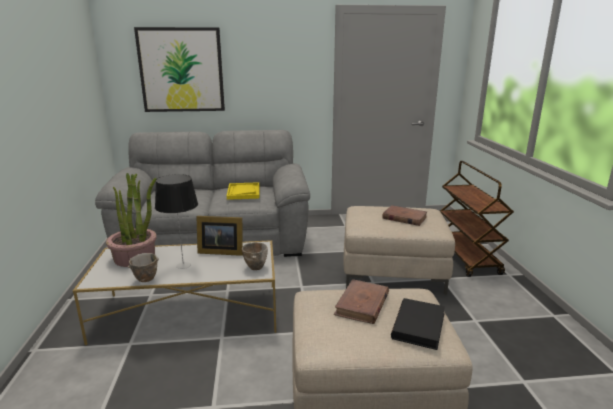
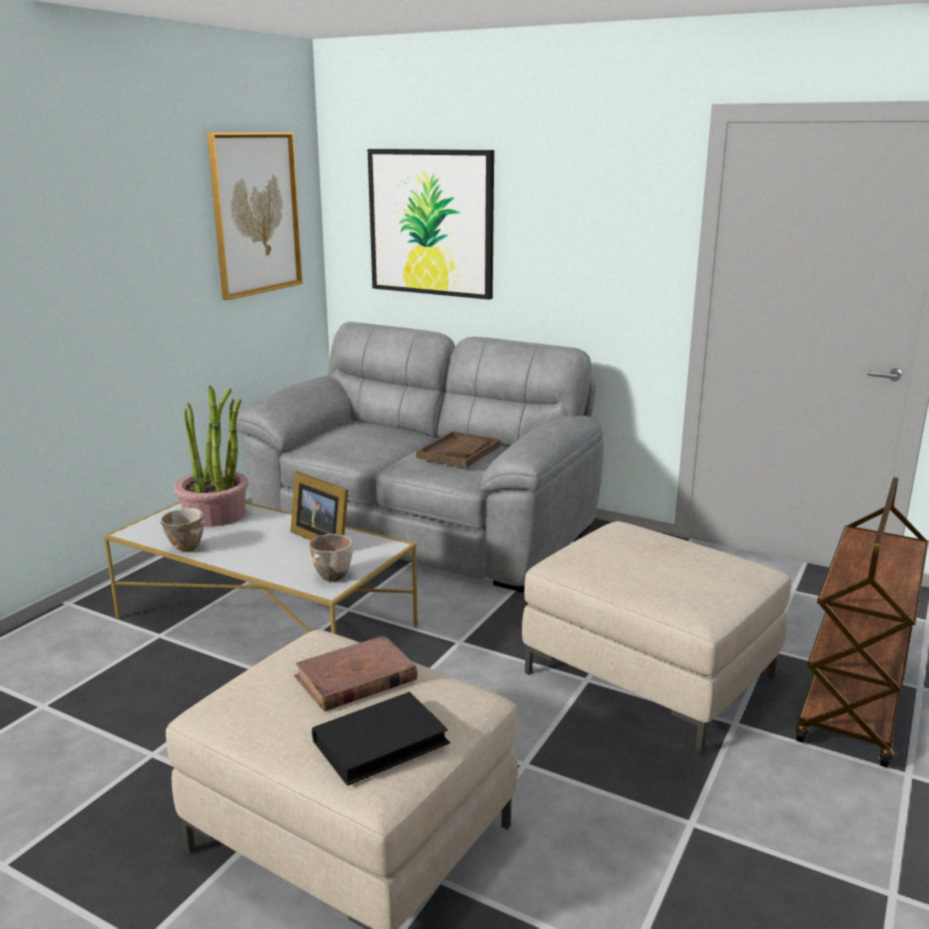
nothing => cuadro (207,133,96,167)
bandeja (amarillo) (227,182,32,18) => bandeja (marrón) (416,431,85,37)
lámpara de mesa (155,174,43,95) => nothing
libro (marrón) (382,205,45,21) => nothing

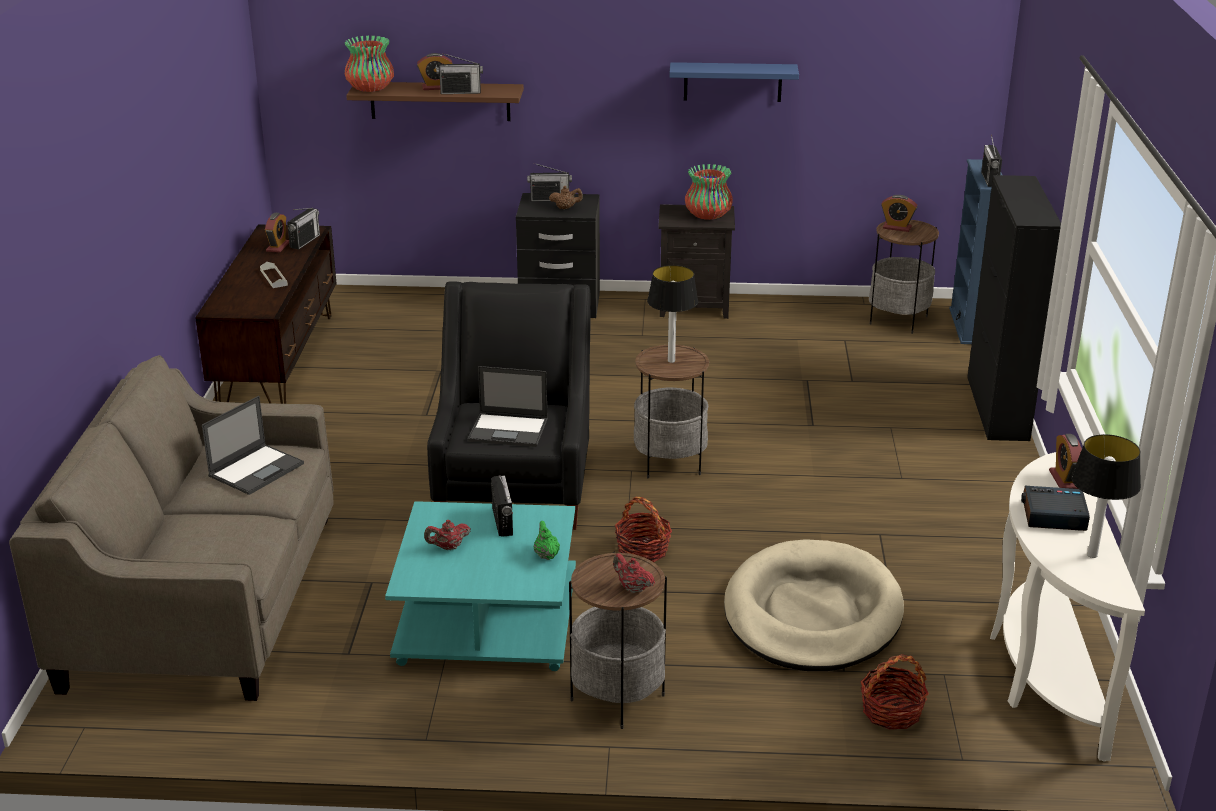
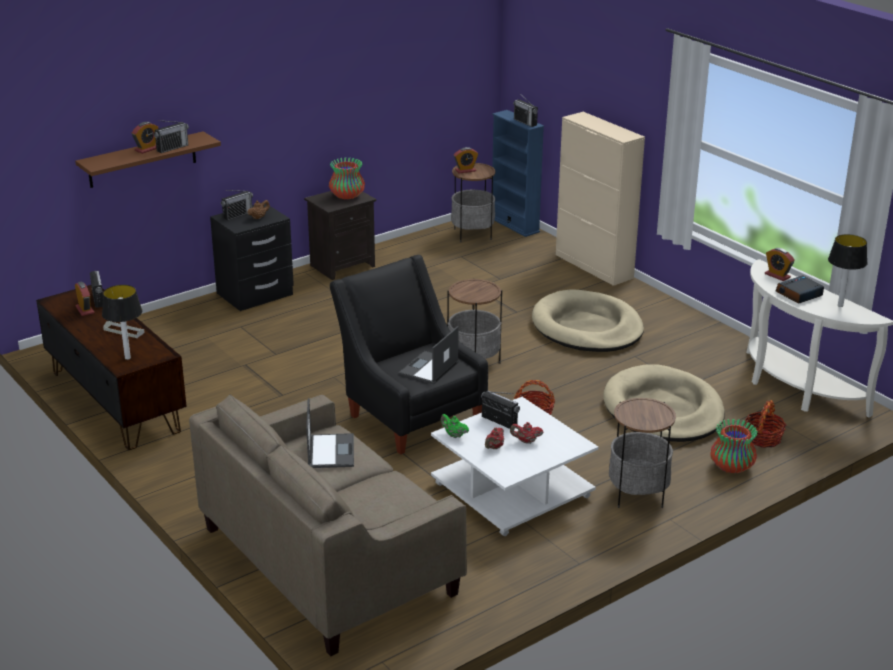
lámpara de mesa (647,265,51,98) => lámpara de mesa (102,285,40,75), moved
portátil (468,366,80,81) => portátil (399,326,60,58), 150 degrees clockwise
mesa de centro (turquesa) (385,501,191,170) => mesa de centro (blanco) (431,397,167,139)
tetera (verde) (533,521,27,39) => tetera (verde) (441,414,28,24), moved
tetera (rojo) (613,553,42,40) => tetera (rojo) (510,422,33,22), moved
nothing => cama para perro (beis) (532,289,112,63)
armario (negro) (967,175,94,266) => armario (beis) (556,112,89,174)
florero (345,36,49,56) => florero (711,419,47,54), moved
estante (azul) (669,62,130,40) => nothing

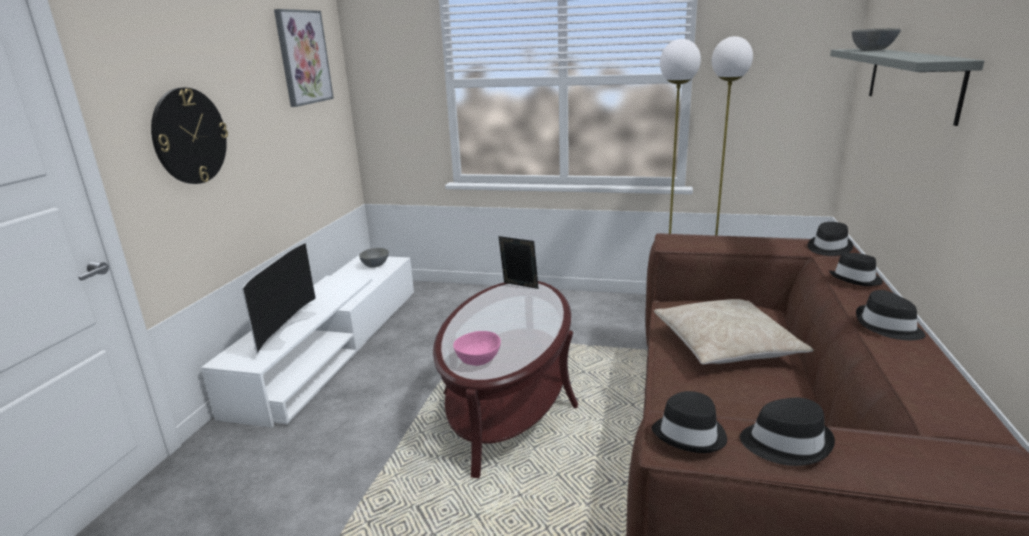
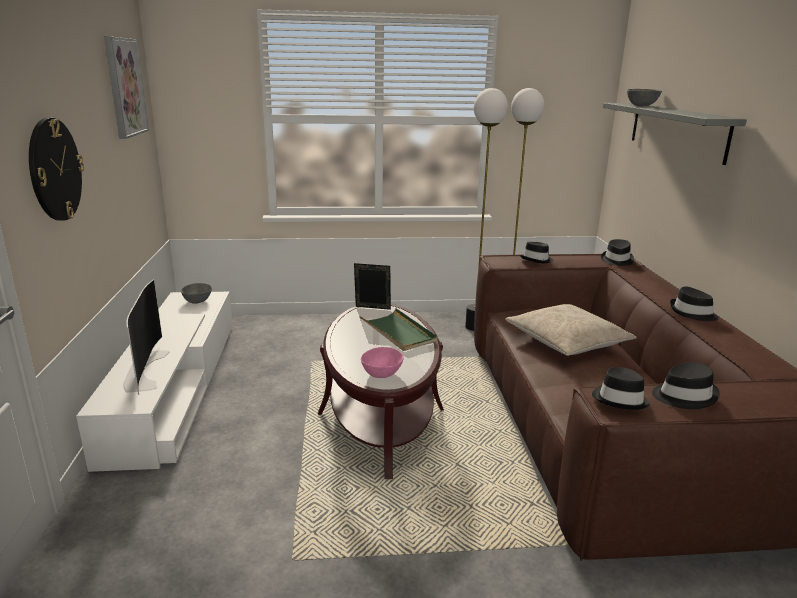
nothing => bandeja (verde) (360,308,78,43)
sombrero (negro) (829,253,54,33) => sombrero (negro) (520,242,33,21), moved

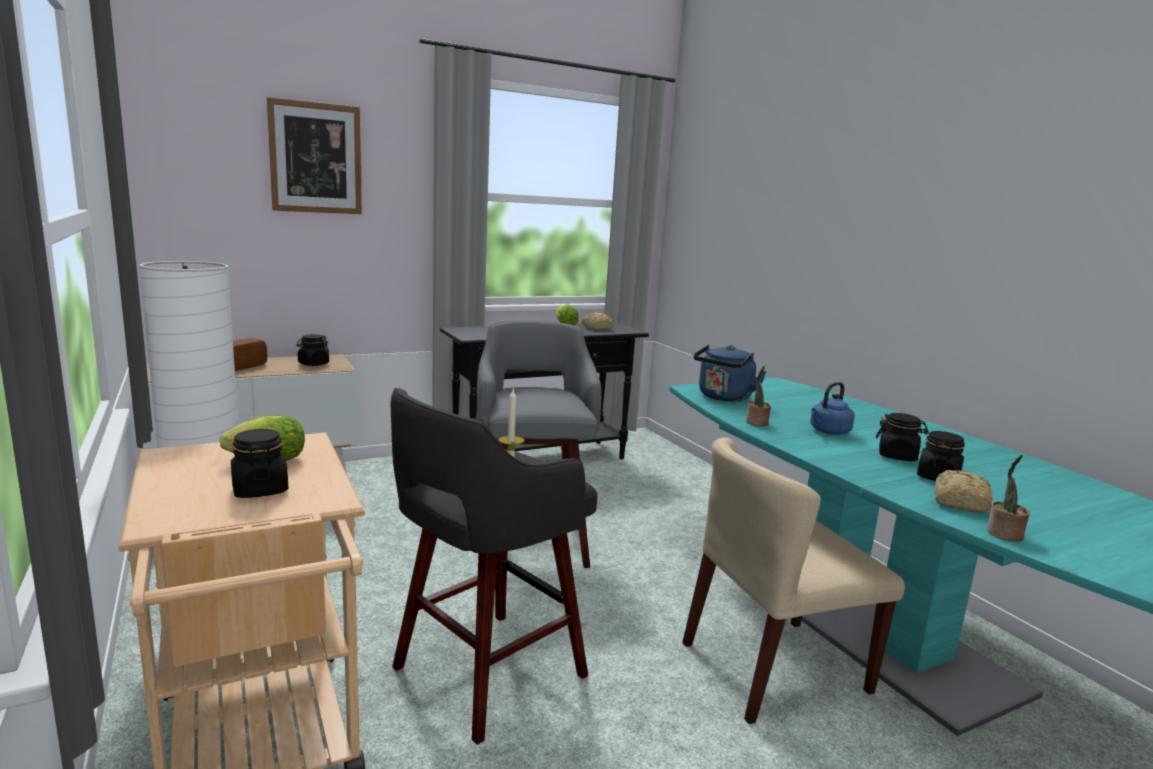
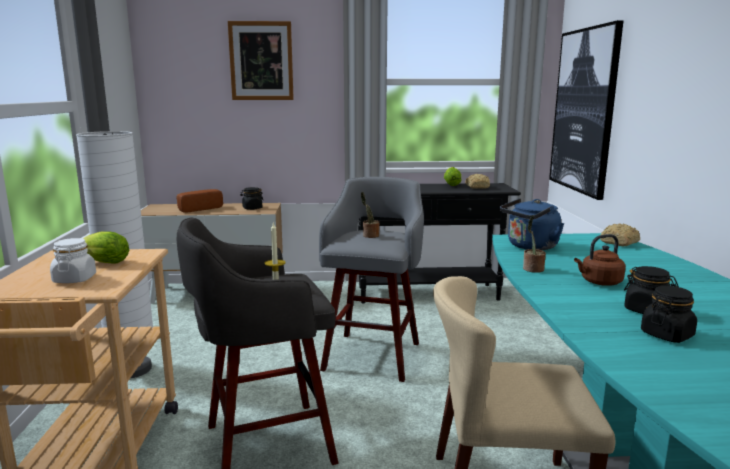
tarro (negro) (231,429,57,69) => tarro (blanco) (50,238,46,45)
planta en maceta (987,455,43,87) => planta en maceta (361,192,18,46), moved
nothing => cuadro (549,20,75,180)
hervidor (azul) (810,382,45,53) => hervidor (marrón) (574,234,52,52)
pan (934,470,59,43) => pan (600,223,40,23), moved

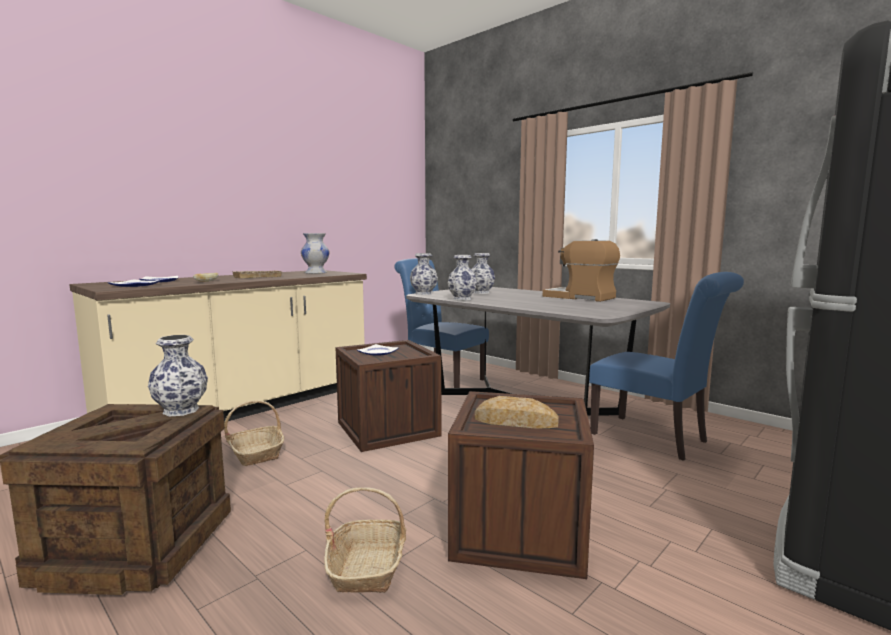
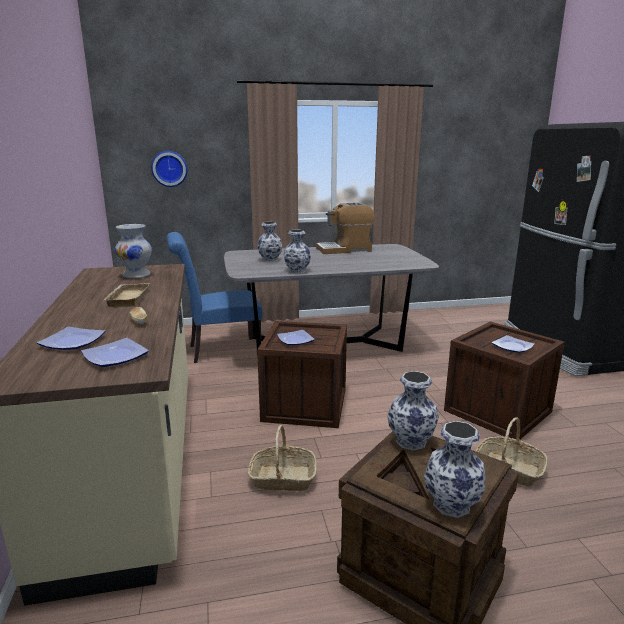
nothing => reloj de pared (151,151,37,36)
florero (410,253,28,42) => florero (424,421,62,97), moved
pan (475,396,84,33) => plato (492,335,43,18)
silla (azul) (589,272,155,189) => nothing

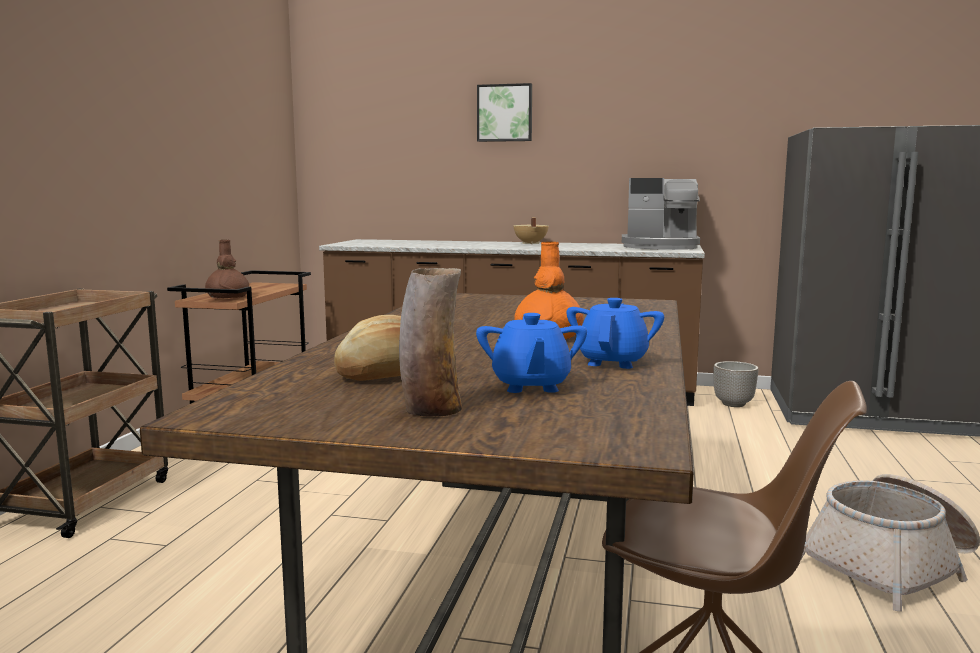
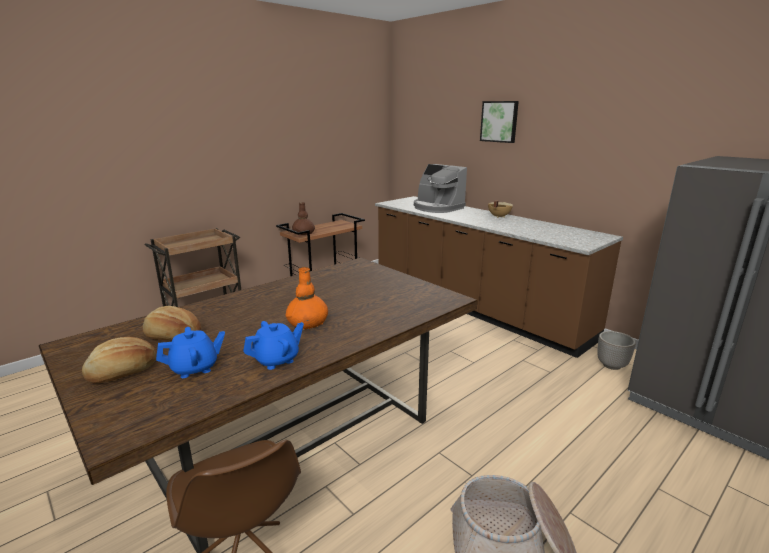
florero (399,268,63,149) => pan (82,337,75,46)
tetera (azul) (476,313,111,80) => tetera (azul) (156,327,69,51), 150 degrees counterclockwise
cafetera (622,178,78,72) => cafetera (414,164,53,49), moved

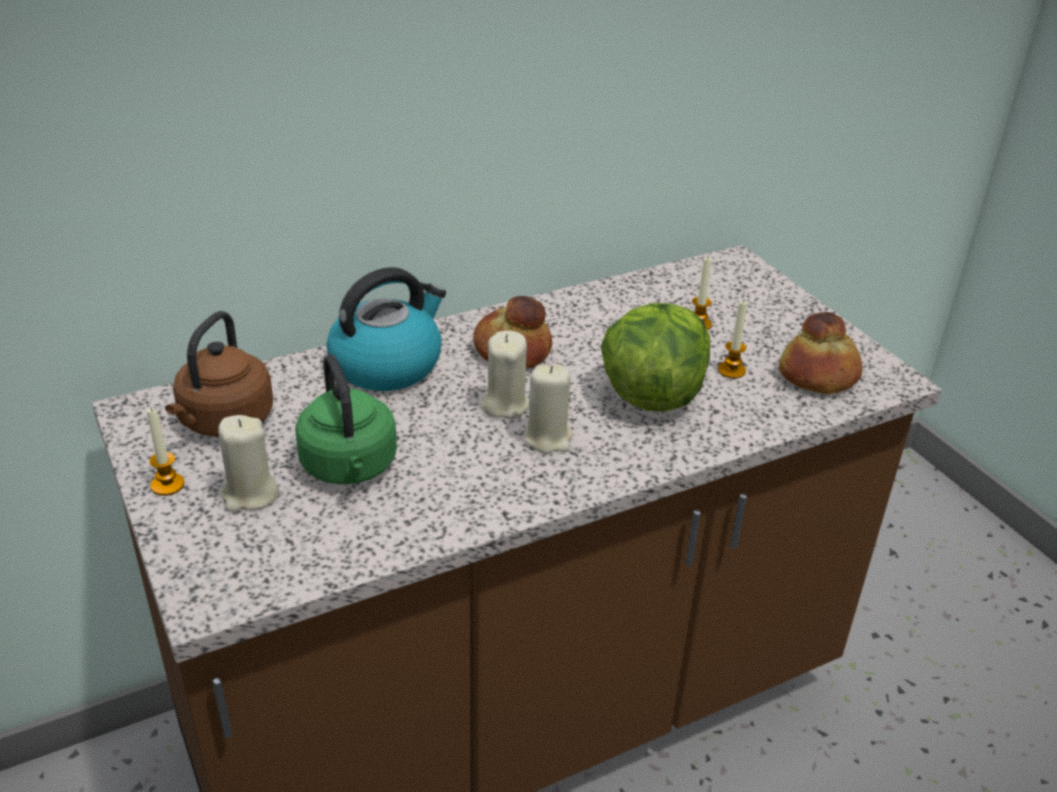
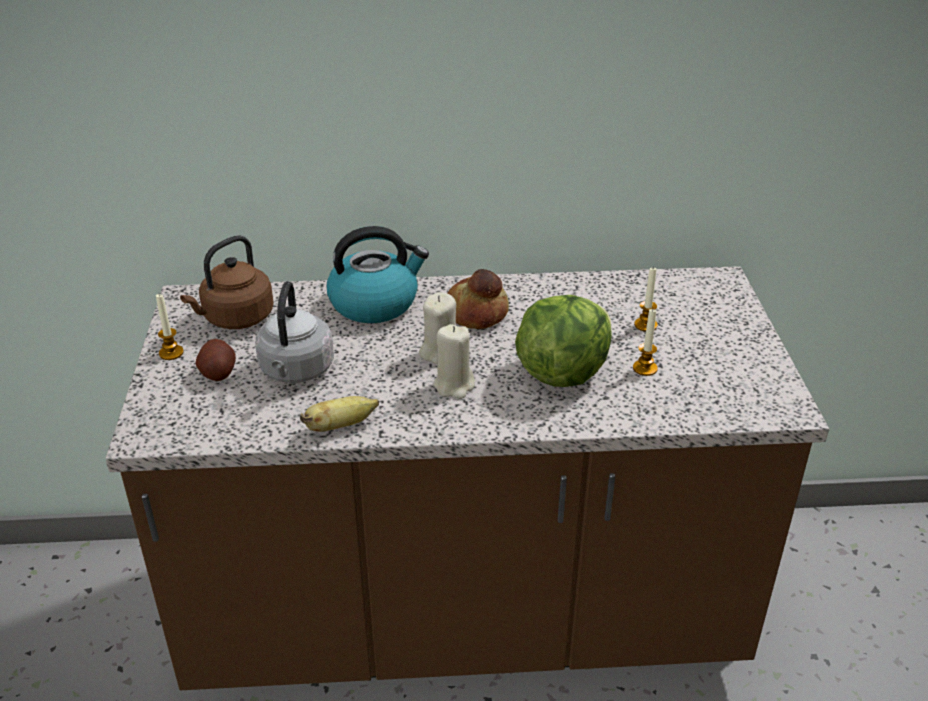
vela (beis) (218,415,61,97) => patata (196,339,40,42)
hervidor (verde) (295,354,102,131) => hervidor (gris) (255,281,79,102)
nothing => plátano (300,396,79,36)
pan (779,312,83,82) => nothing

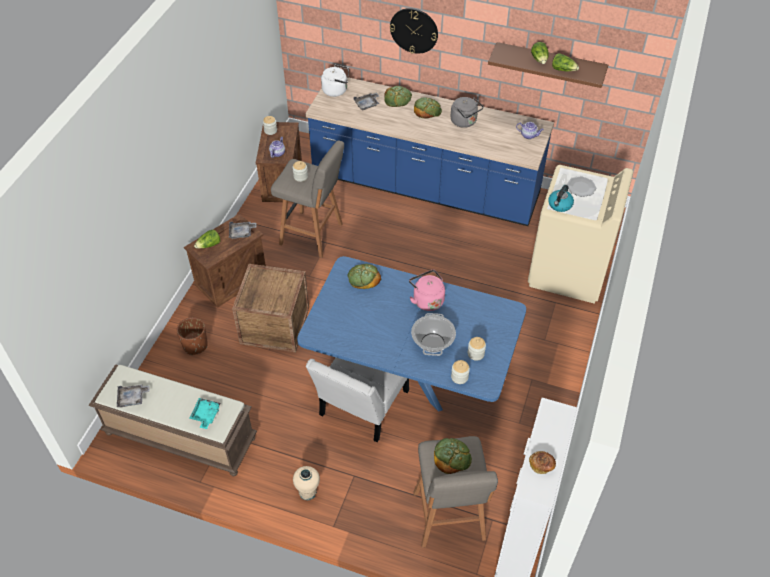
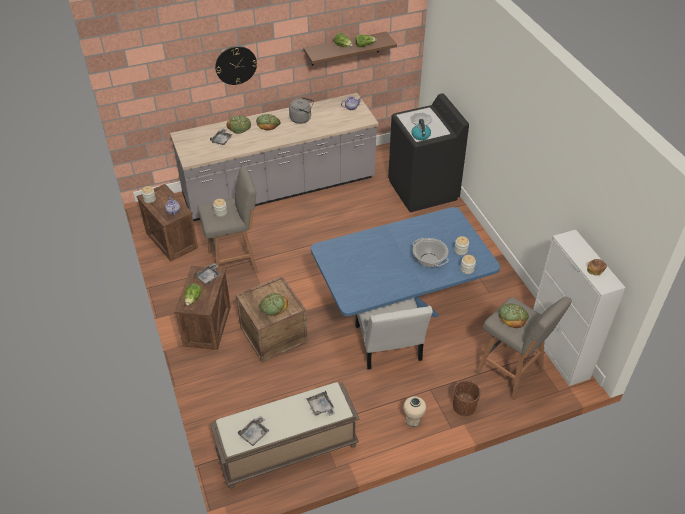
mueble bajo de cocina (azul) (305,77,249,149) => mueble bajo de cocina (gris) (170,93,209,128)
pan (348,264,33,25) => pan (259,293,29,23), moved
bandeja (turquesa) (189,398,32,31) => bandeja (gris) (306,390,29,26)
lavadora (beis) (528,165,105,139) => lavadora (negro) (388,93,81,119)
maceta (marrón) (177,317,31,38) => maceta (marrón) (453,380,28,36), moved
hervidor (blanco) (321,65,28,32) => nothing
hervidor (rosa) (409,270,36,41) => nothing

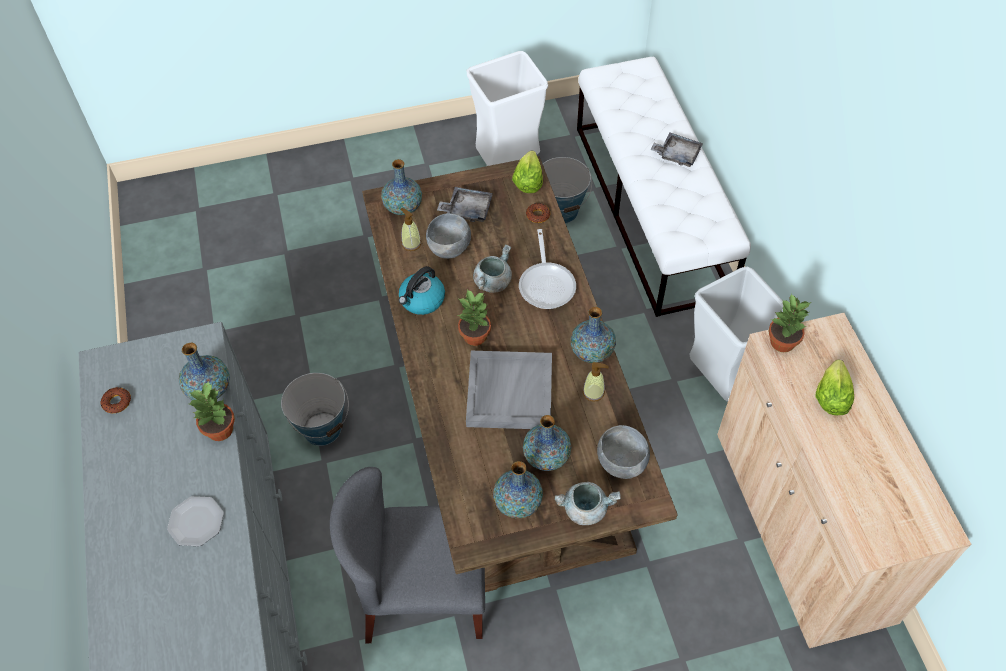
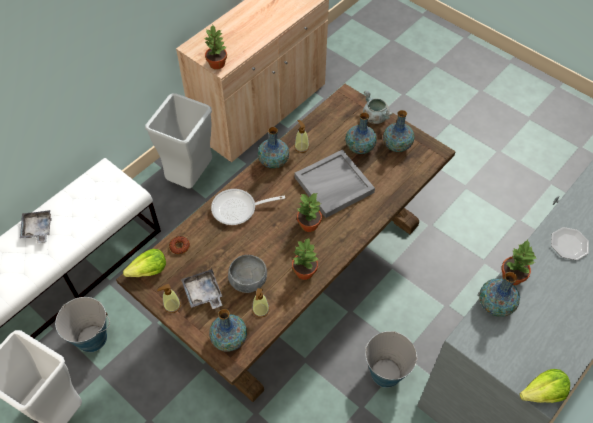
nothing => dispensador de jabón (157,284,24,29)
sartén (519,229,57,80) => sartén (211,189,74,36), 150 degrees counterclockwise
hervidor (399,266,46,49) => planta en maceta (292,238,26,42)
lechuga (815,360,39,55) => lechuga (519,369,51,34), moved
rosquilla (100,387,31,26) => nothing
silla (gris) (330,467,155,176) => nothing
olla (gris) (473,244,39,49) => nothing
cuenco (gris) (597,425,53,54) => nothing

